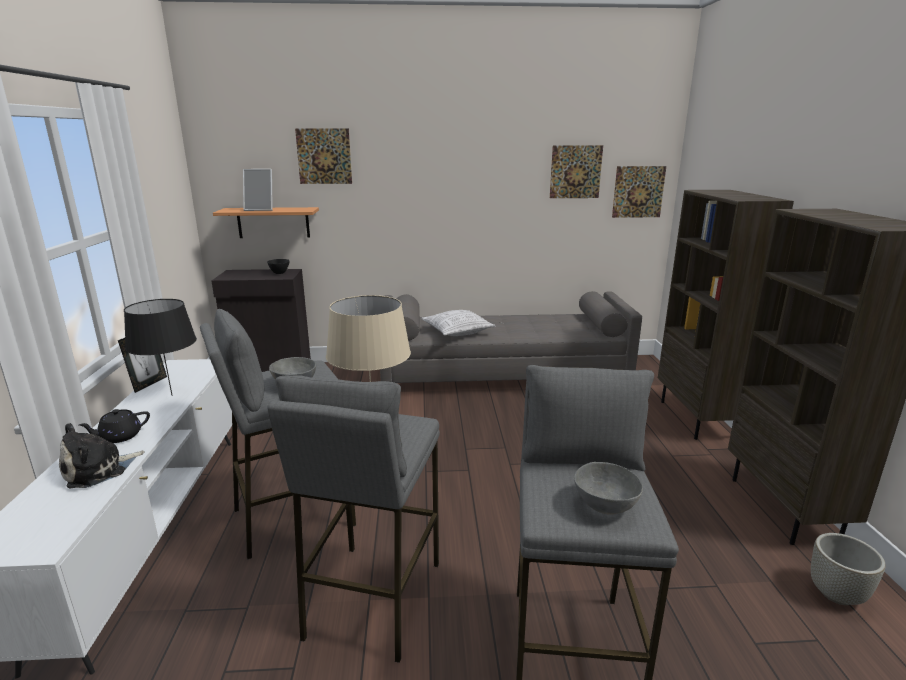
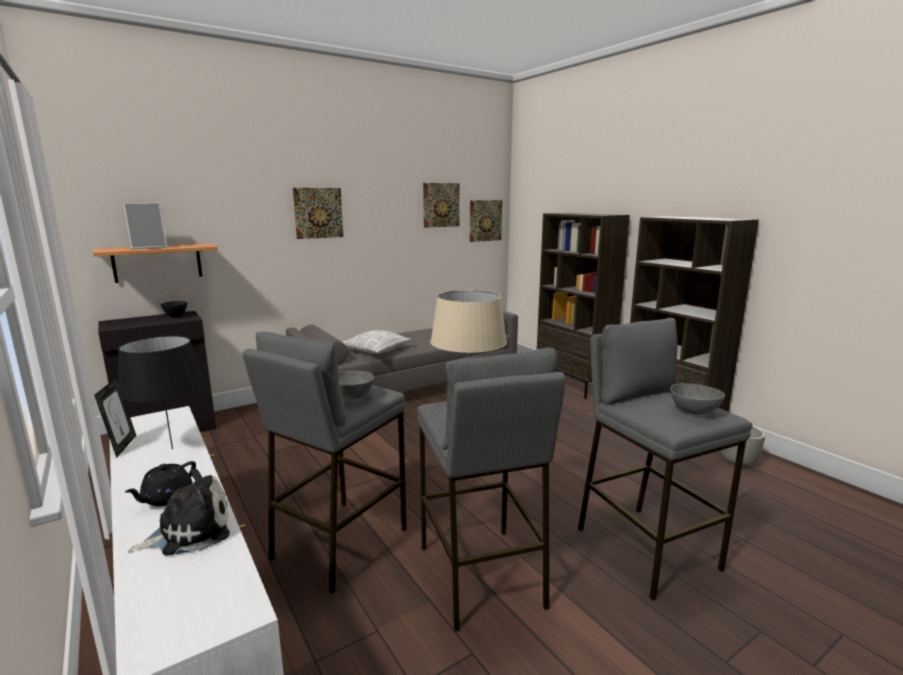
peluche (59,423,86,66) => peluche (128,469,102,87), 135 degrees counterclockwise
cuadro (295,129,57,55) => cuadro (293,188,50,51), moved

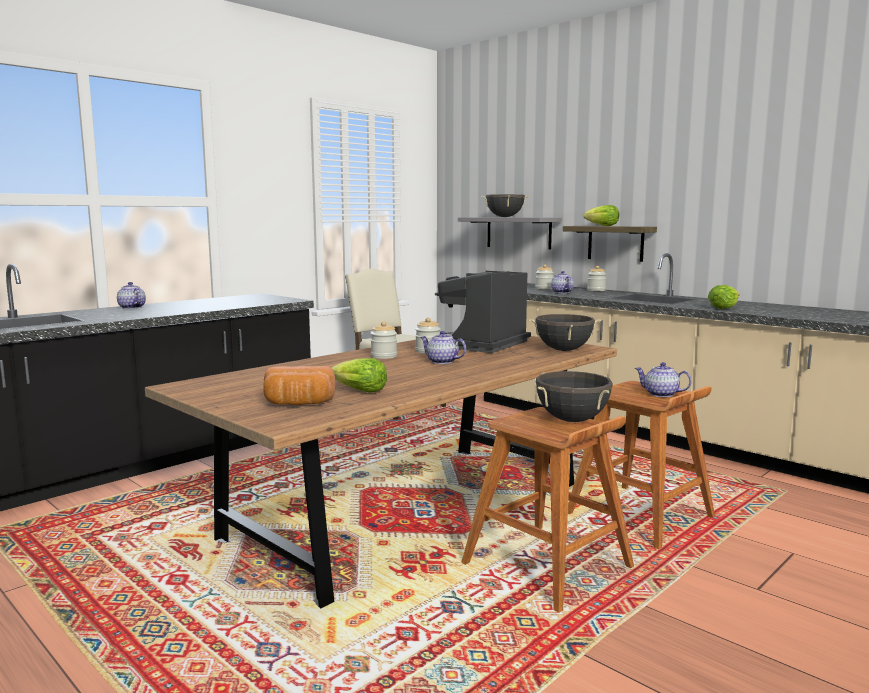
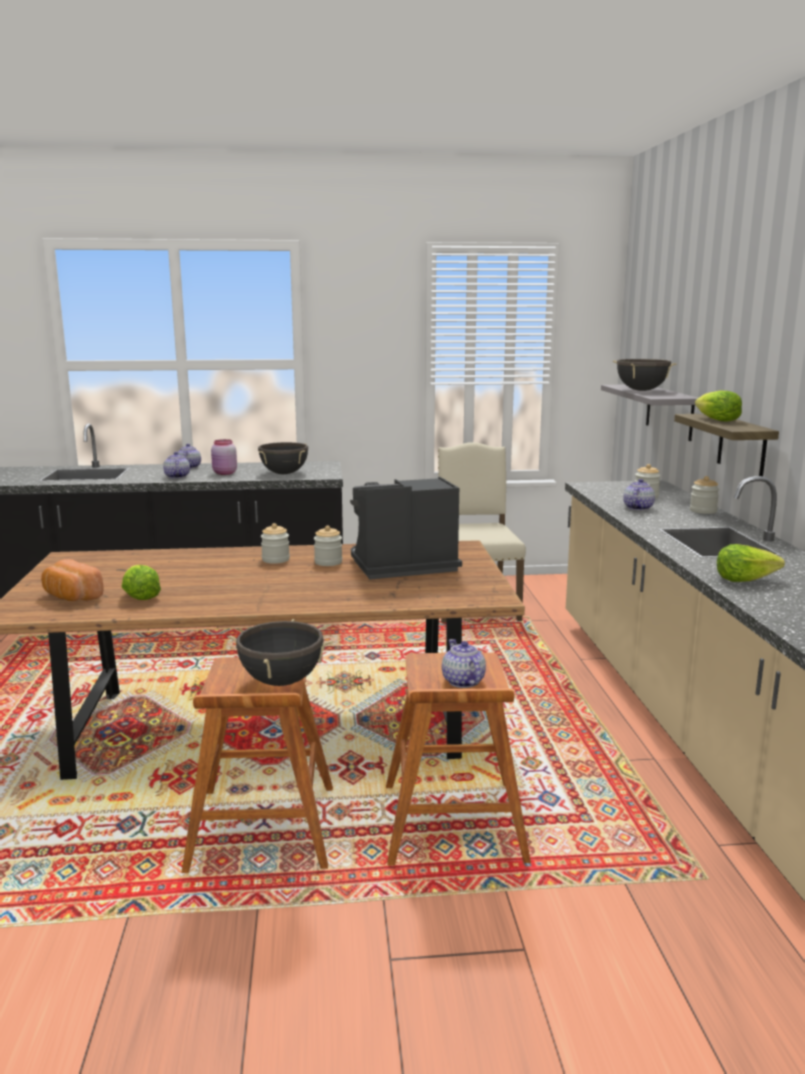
tetera (420,331,46,33) => tetera (163,452,27,27), moved
nothing => tarro (rosa) (211,439,26,36)
olla (negro) (529,314,72,37) => olla (negro) (258,442,50,32), moved

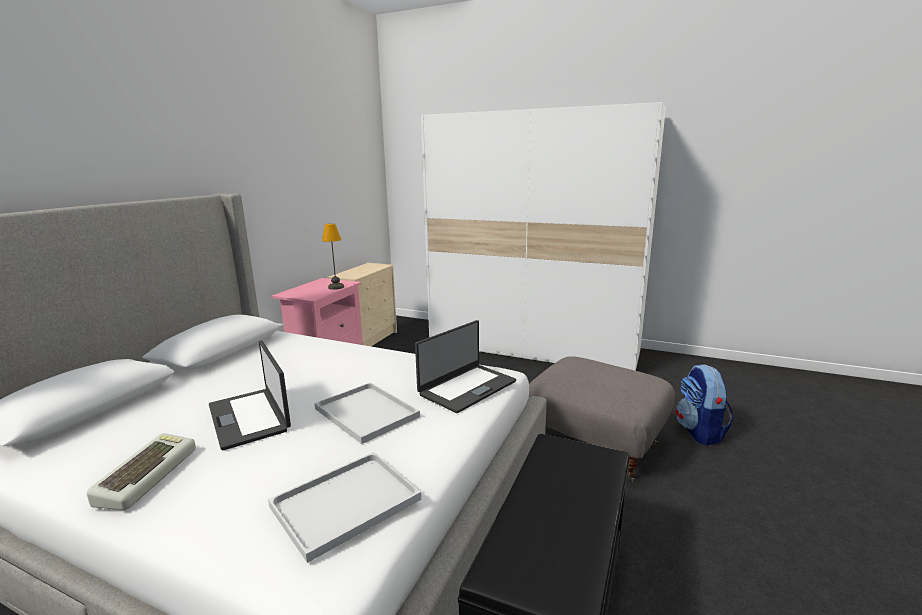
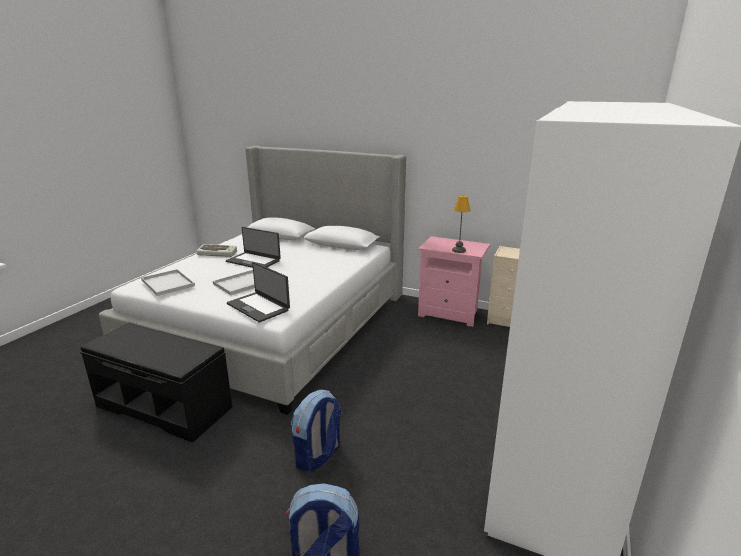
portátil (209,341,82,110) => portátil (226,227,55,41), 120 degrees counterclockwise
puf (gris) (529,356,146,126) => mochila (291,390,50,82)

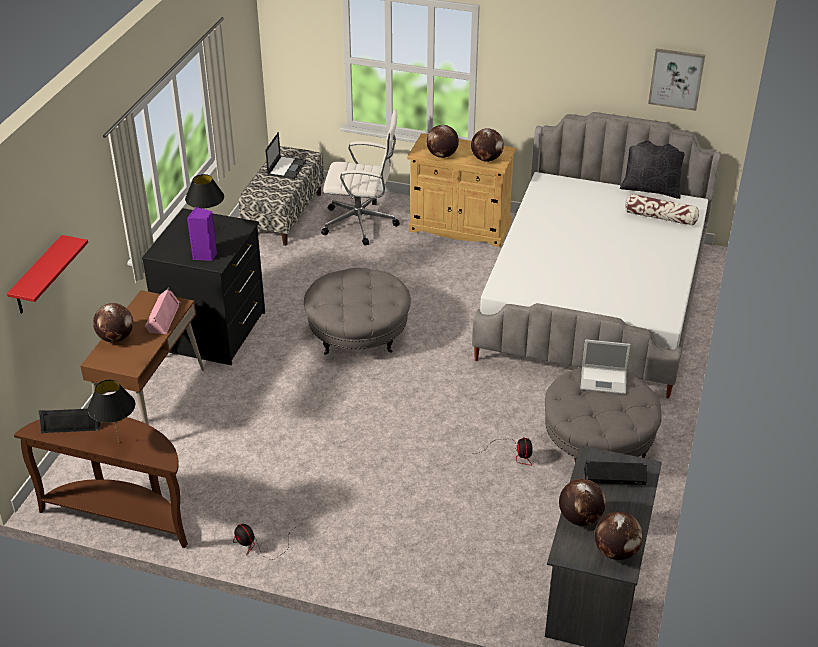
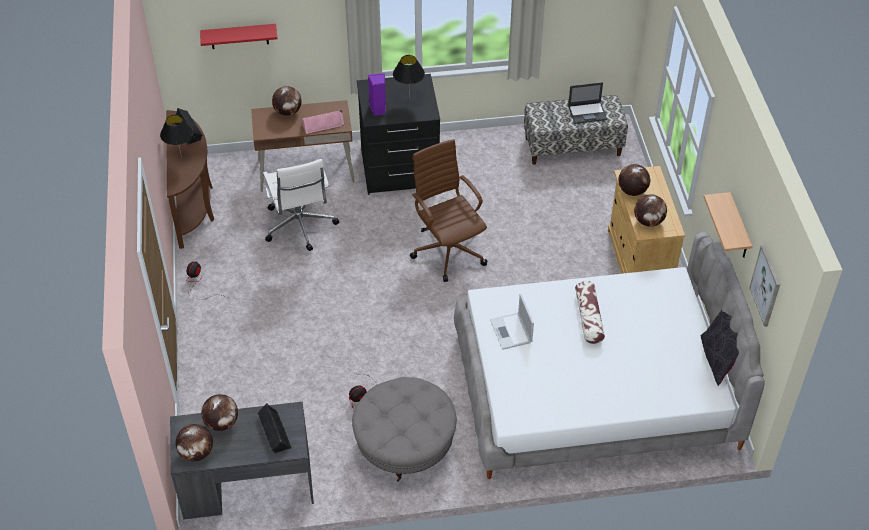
silla de oficina (blanco) (321,109,79,137) => silla de oficina (blanco) (263,159,76,92), moved
puf (gris) (304,268,107,87) => silla de oficina (marrón) (410,139,77,143)
portátil (580,339,51,55) => portátil (490,294,44,56), moved
cojín (625,194,74,32) => cojín (575,281,30,63), moved
nothing => estante (704,192,48,66)

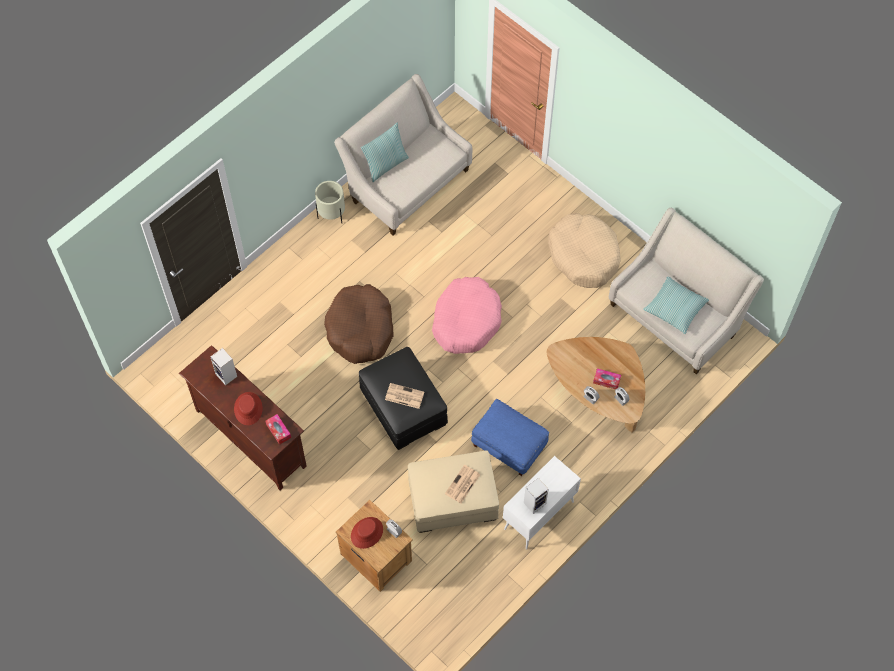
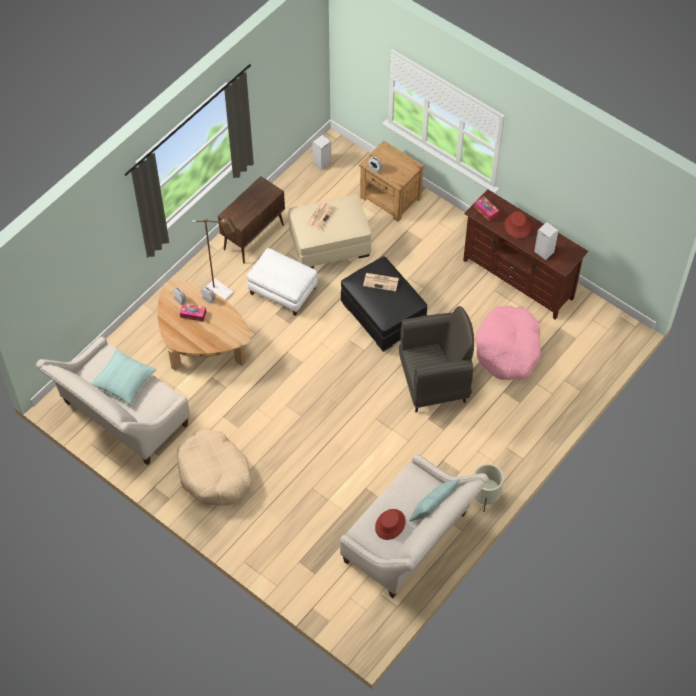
nothing => lámpara de pie (marrón) (192,216,44,84)
armario (blanco) (503,456,78,94) => armario (marrón) (218,176,67,88)
puf (azul) (471,399,78,77) => puf (blanco) (247,248,71,68)
altavoz (524,478,25,36) => altavoz (312,135,19,35), moved
sombrero (rojo) (351,517,32,32) => sombrero (rojo) (375,509,31,31), moved
cama para perro (marrón) (324,284,70,80) => sillón (gris) (399,306,75,106)
cama para perro (rosa) (432,277,70,77) => cama para perro (rosa) (475,306,66,74), moved

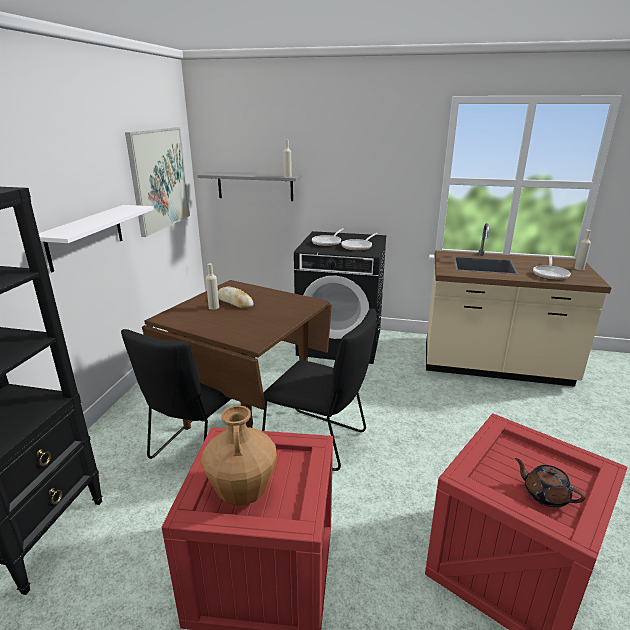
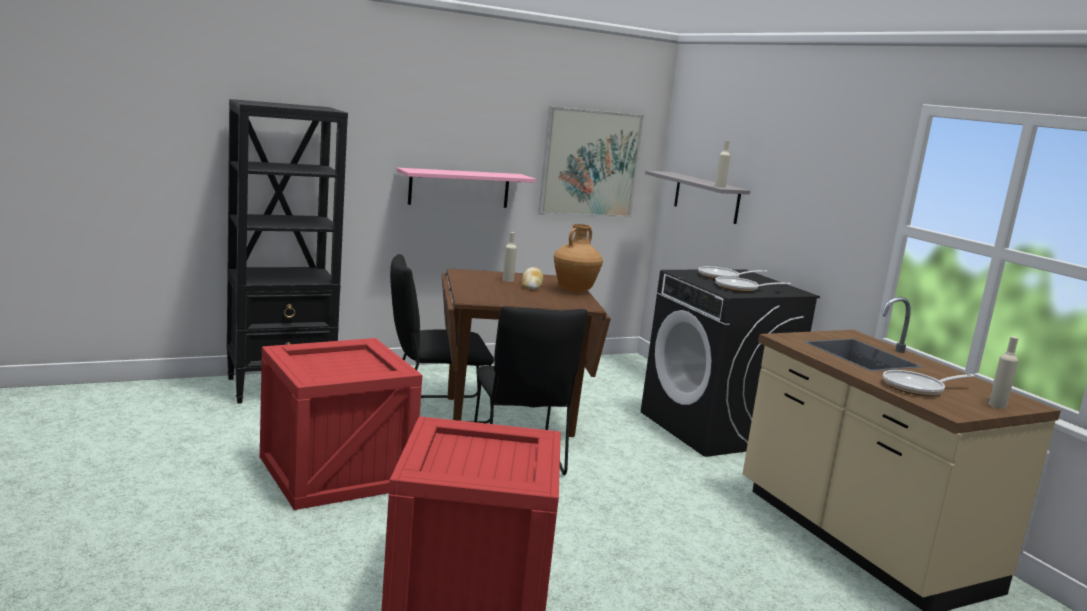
estante (blanco) (39,205,115,67) => estante (rosa) (397,168,139,40)
florero (marrón) (201,405,76,101) => florero (marrón) (554,224,49,69), moved
tetera (marrón) (515,458,71,49) => nothing

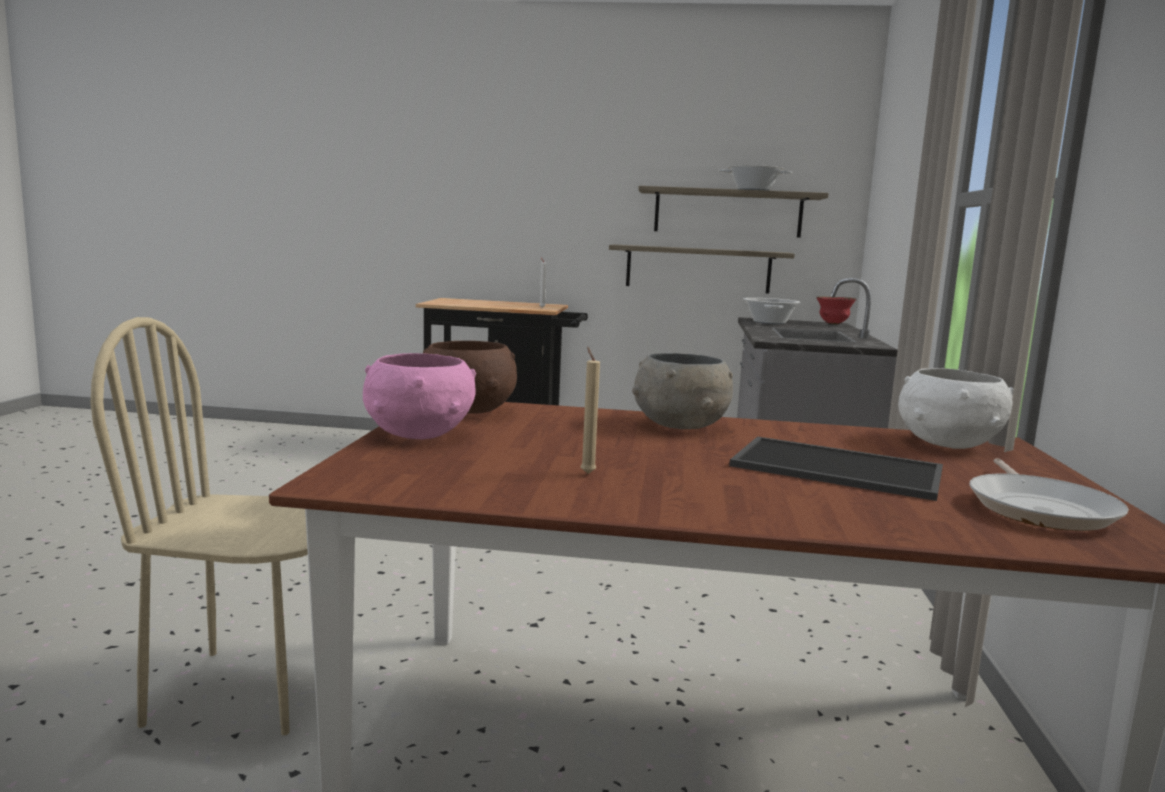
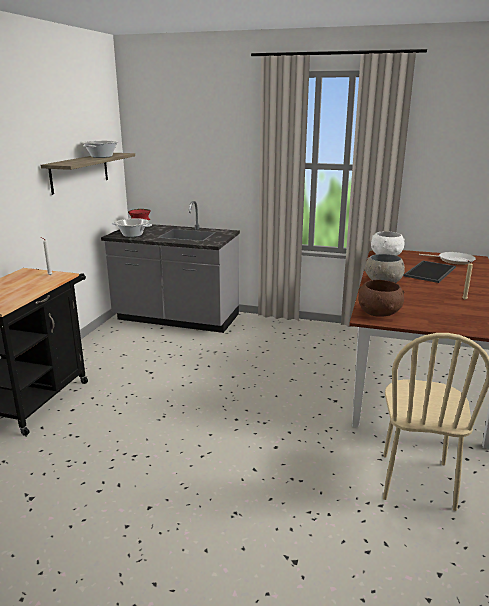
cuenco (rosa) (363,353,113,86) => nothing
estante (609,244,186,50) => nothing

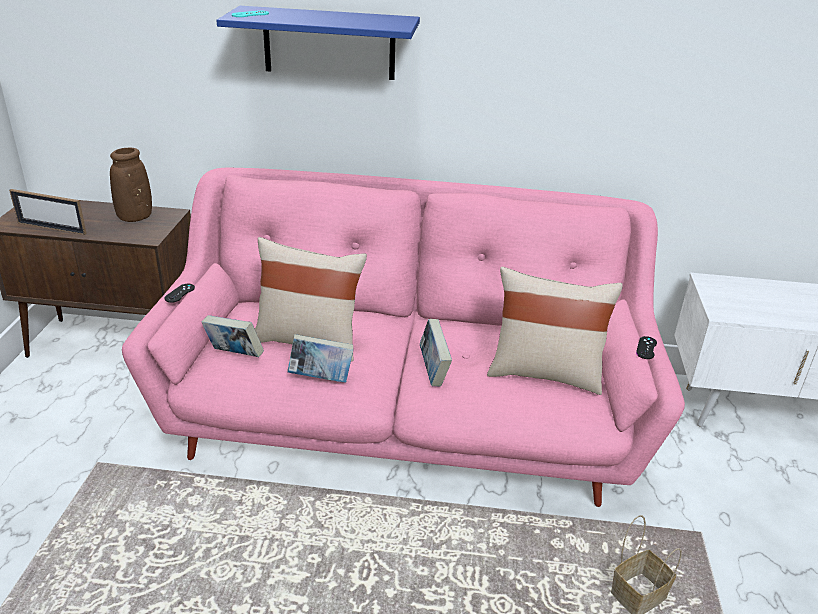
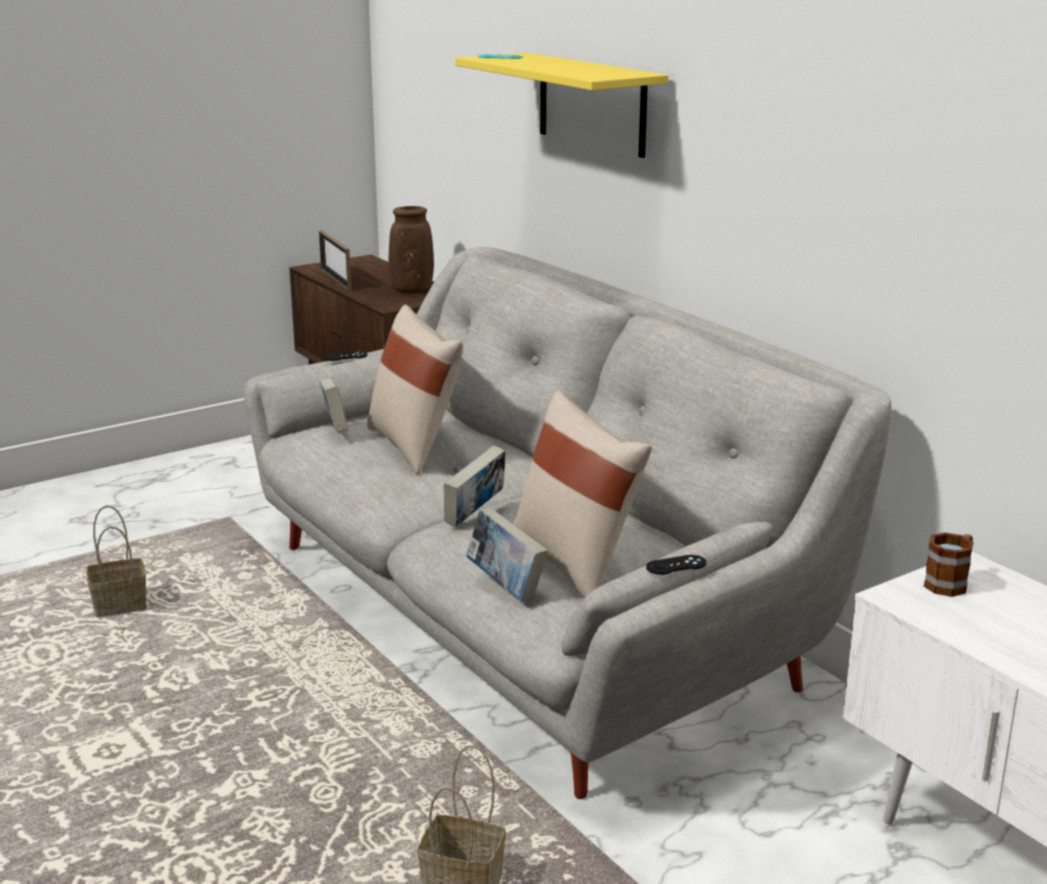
nothing => cesta (86,506,61,111)
sofá (rosa) (122,168,563,339) => sofá (gris) (244,247,648,552)
estante (azul) (216,6,204,74) => estante (amarillo) (455,53,213,105)
libro (287,334,66,49) => libro (466,508,82,94), moved
nothing => taza grande (924,532,50,65)

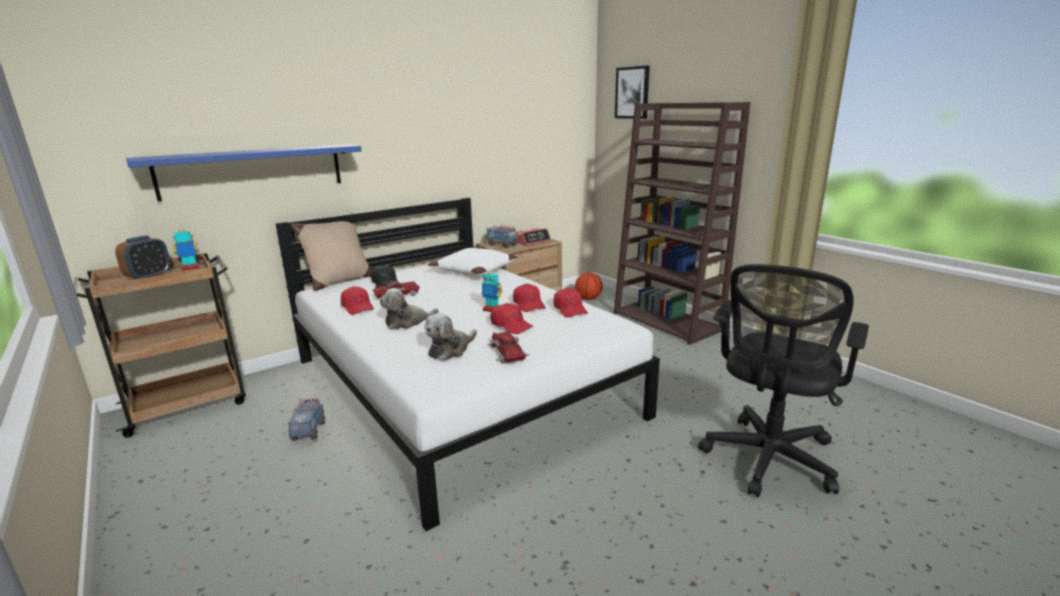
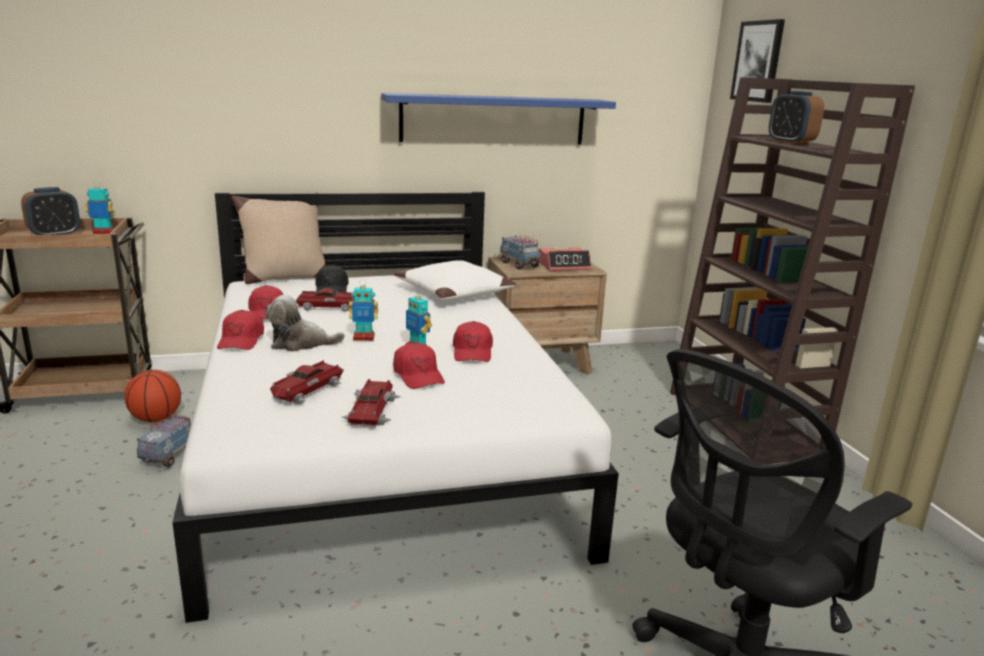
balón de baloncesto (575,272,28,28) => balón de baloncesto (124,370,57,52), moved
gorra (rojo) (554,288,34,29) => gorra (rojo) (217,310,47,40), moved
peluche (425,313,52,48) => coche de juguete (270,360,74,45)
nothing => robot de juguete (349,279,29,62)
estante (azul) (126,144,236,57) => estante (azul) (381,93,235,52), moved
nothing => despertador (769,91,55,54)

